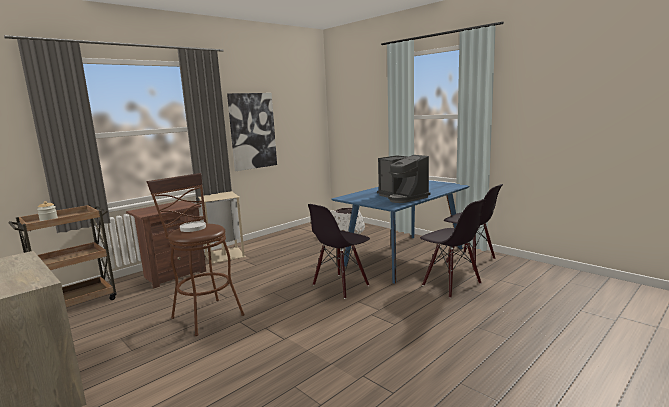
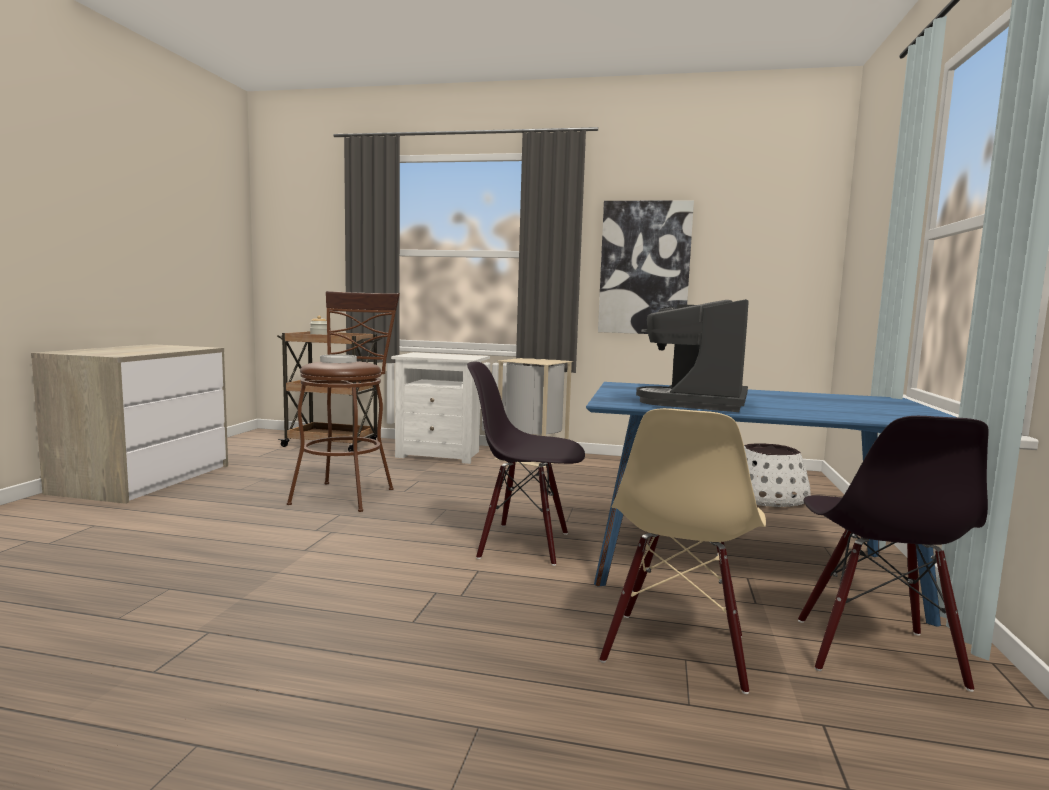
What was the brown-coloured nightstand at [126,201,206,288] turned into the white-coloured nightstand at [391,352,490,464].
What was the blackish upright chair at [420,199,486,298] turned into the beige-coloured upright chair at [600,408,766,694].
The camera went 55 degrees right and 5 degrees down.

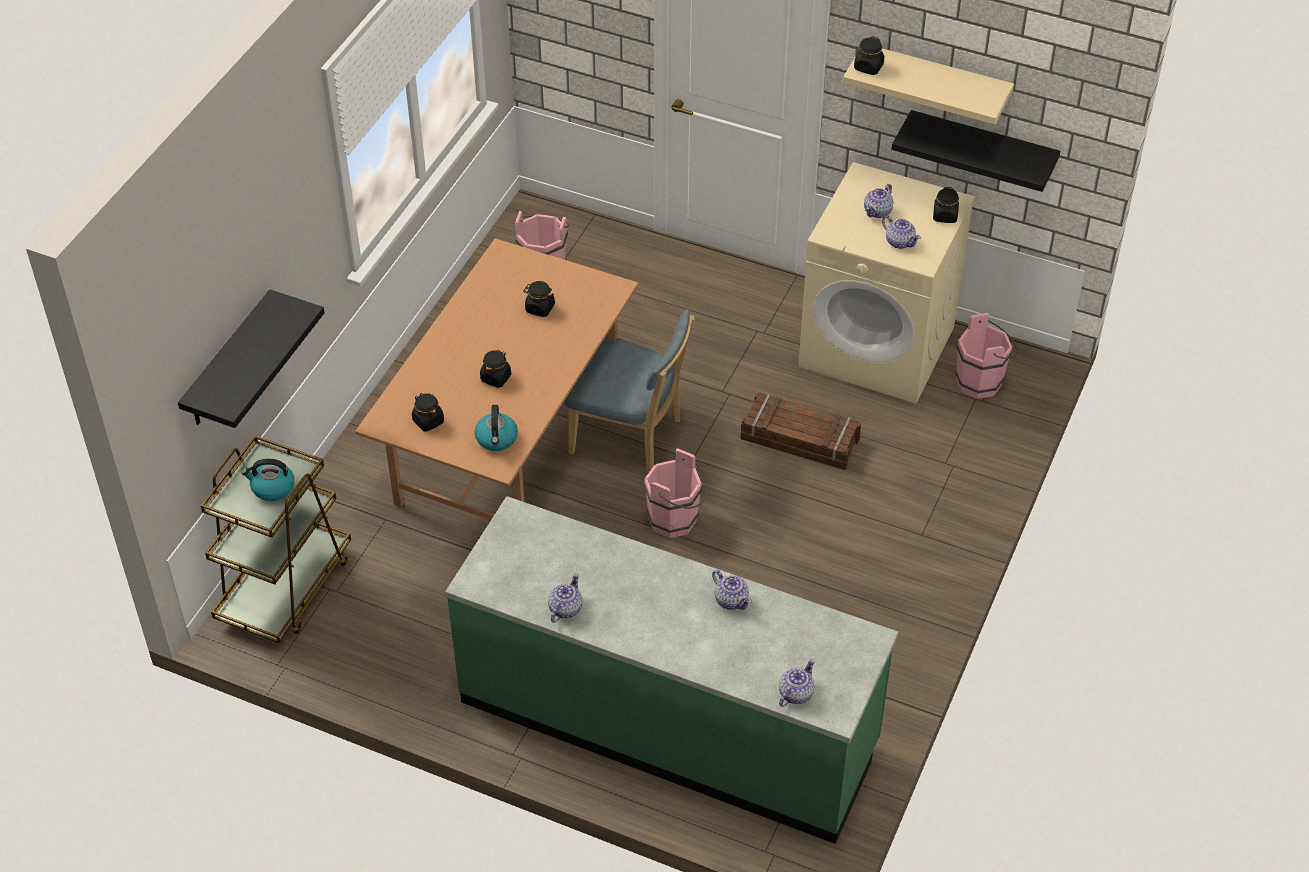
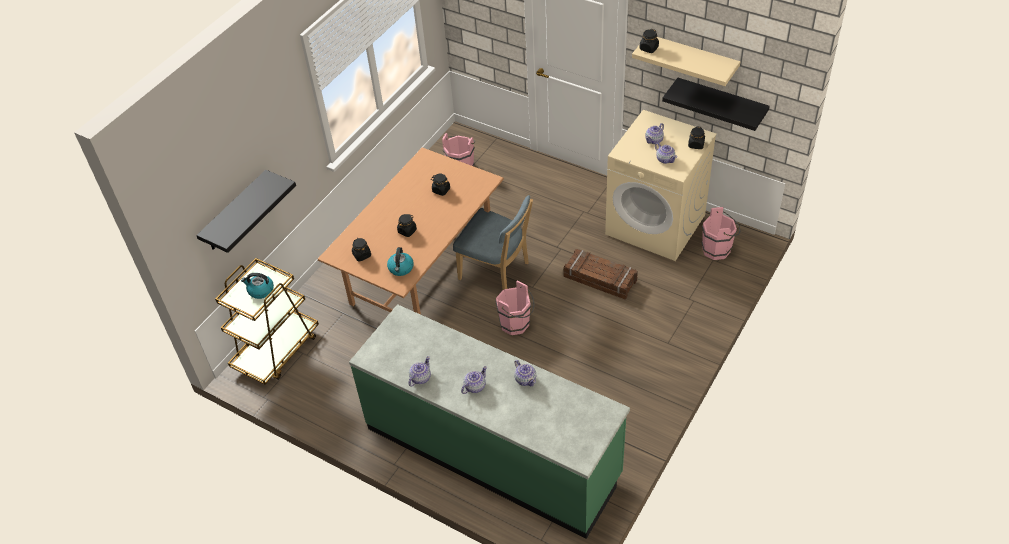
The pot for tea ended up elsewhere, having gone from [779,659,815,707] to [461,366,487,394].
The camera went 10 degrees right and 0 degrees up.

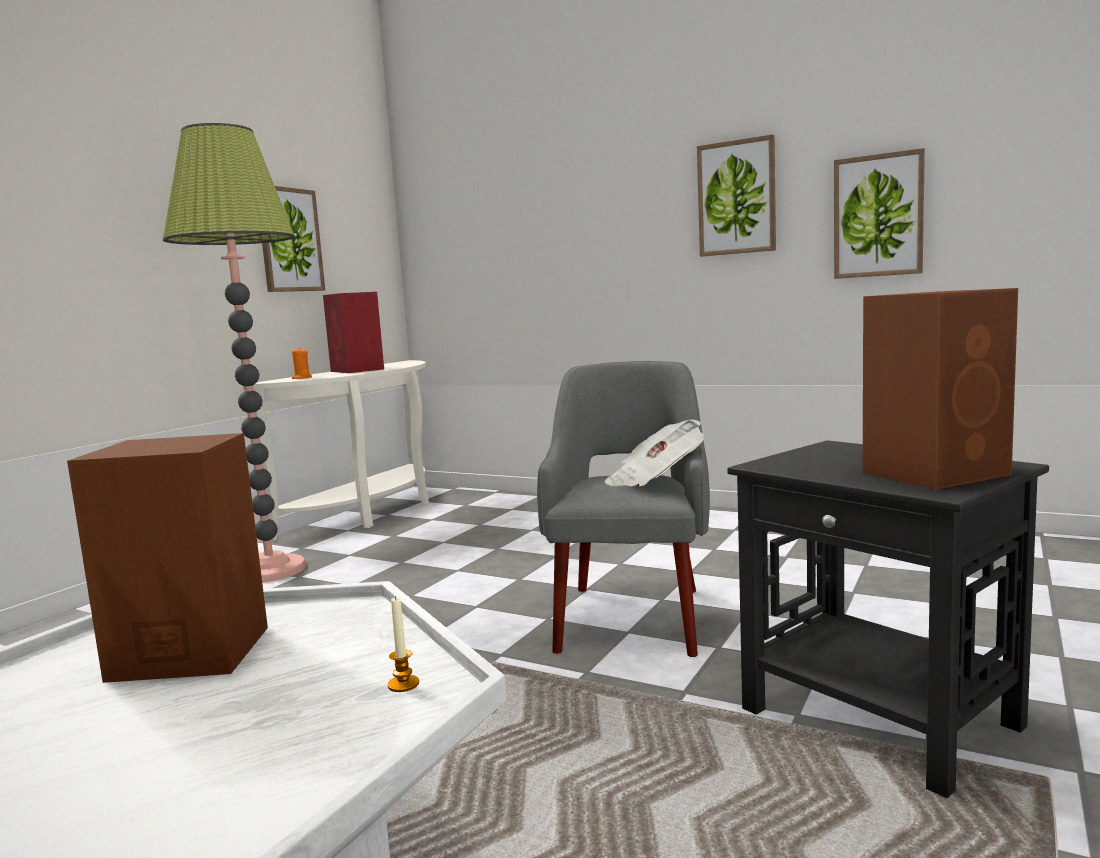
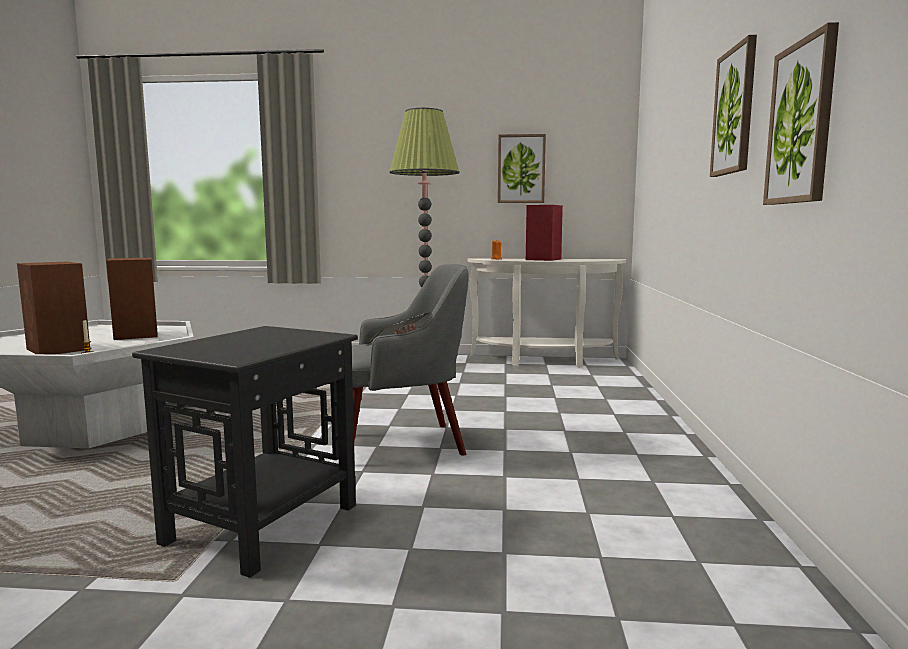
The brown-coloured loudspeaker ended up elsewhere, having gone from [863,288,1018,490] to [17,262,90,355].
The camera went 65 degrees right and 0 degrees up.

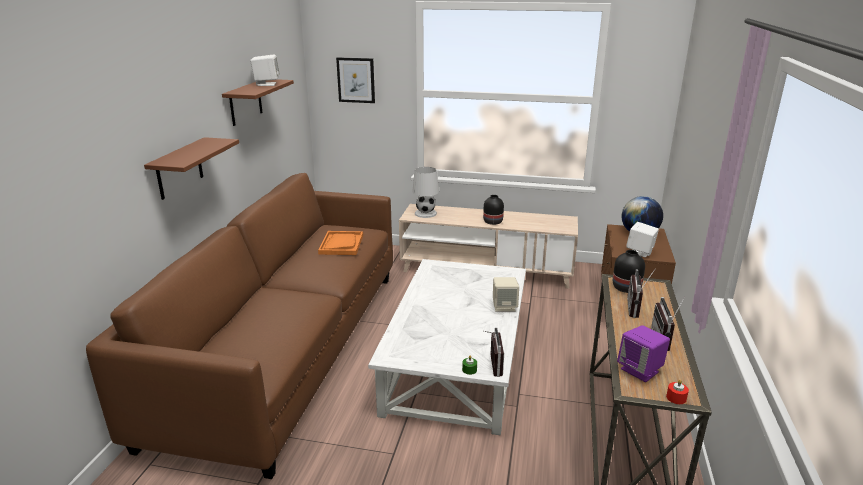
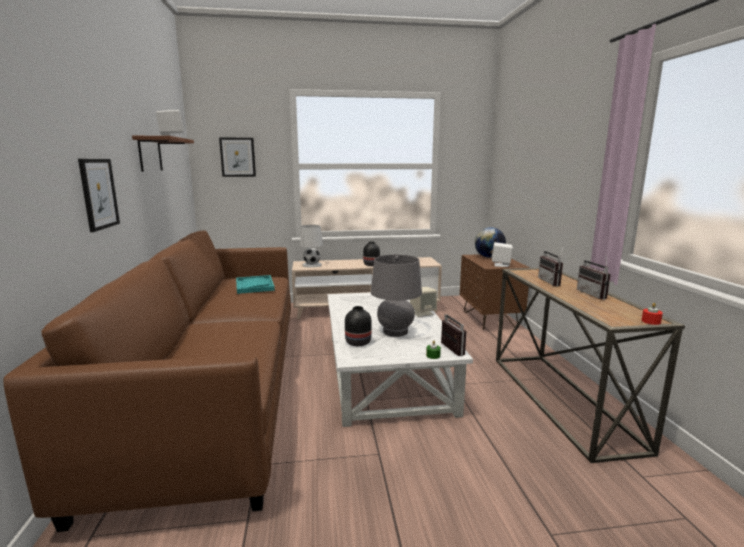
Where the brown-coloured bracket shelf hung at [144,137,239,200], the wall picture came to hang at [78,159,120,232].
What was the orangey carrying tray at [318,231,363,255] turned into the turquoise-coloured carrying tray at [236,275,275,294].
The blackish decorative vase ended up elsewhere, having gone from [613,250,645,293] to [345,306,372,346].
The second view gained the greyish lamp for a table at [371,255,422,337].
The second view lost the purple loudspeaker at [617,325,670,382].
The camera went 20 degrees left and 10 degrees down.

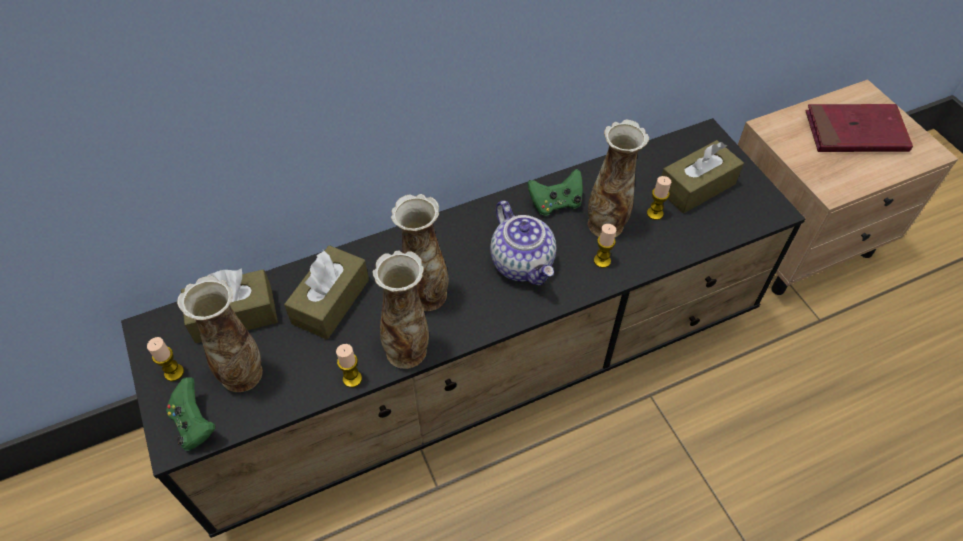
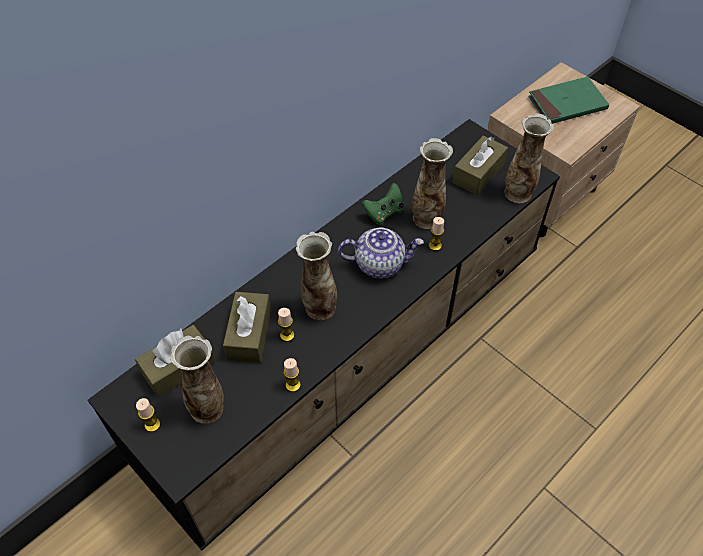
The wax candle ended up elsewhere, having gone from [647,176,671,220] to [278,308,294,342].
The pot for tea at [490,201,556,285] ended up facing another way, 45 degrees counterclockwise from before.
The decorative vase ended up elsewhere, having gone from [372,250,429,369] to [504,113,554,203].
What was the red-coloured volume at [806,104,913,152] turned into the green-coloured volume at [528,77,609,124].
The second view lost the green-coloured game controller at [166,378,216,451].
The camera went 20 degrees left and 0 degrees up.

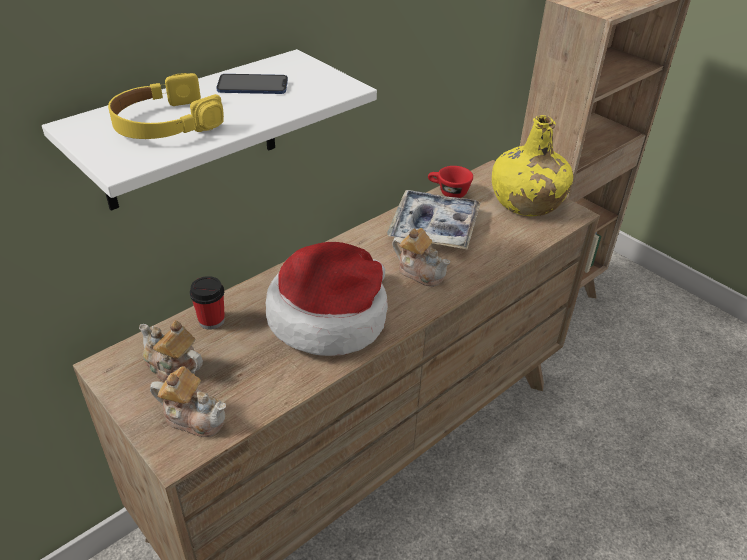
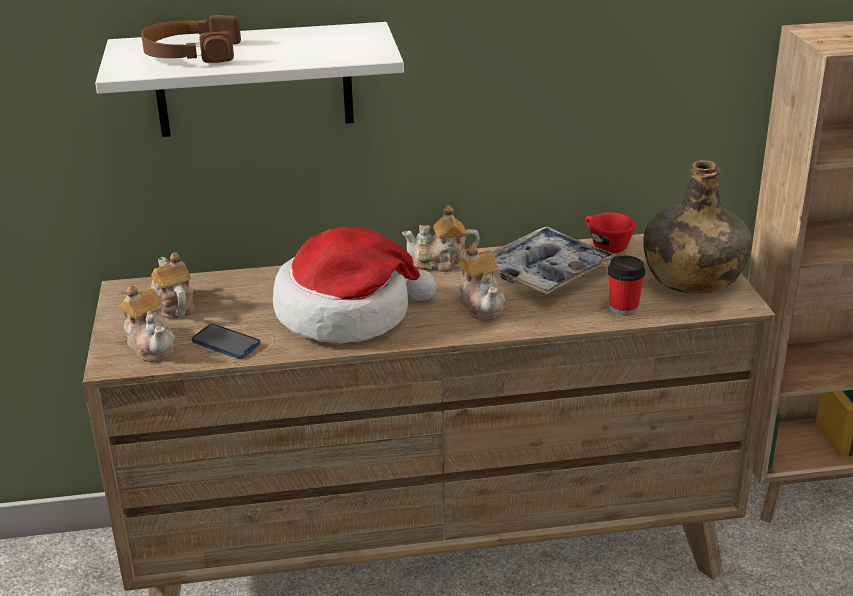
What was the yellow-coloured headset at [108,73,224,139] turned into the brown-coloured headset at [141,14,241,63].
The handset ended up elsewhere, having gone from [216,74,288,94] to [192,324,260,359].
The second view gained the pot for tea at [402,205,480,272].
The small cup ended up elsewhere, having gone from [190,276,225,330] to [607,256,645,316].
What was the yellow-coloured bottle at [492,115,573,216] turned into the green-coloured bottle at [643,160,752,294].
The camera went 35 degrees right and 10 degrees down.

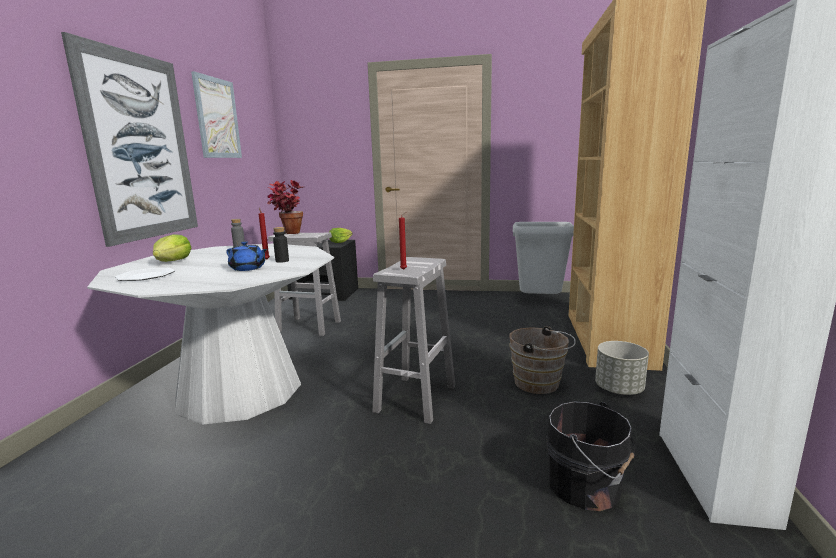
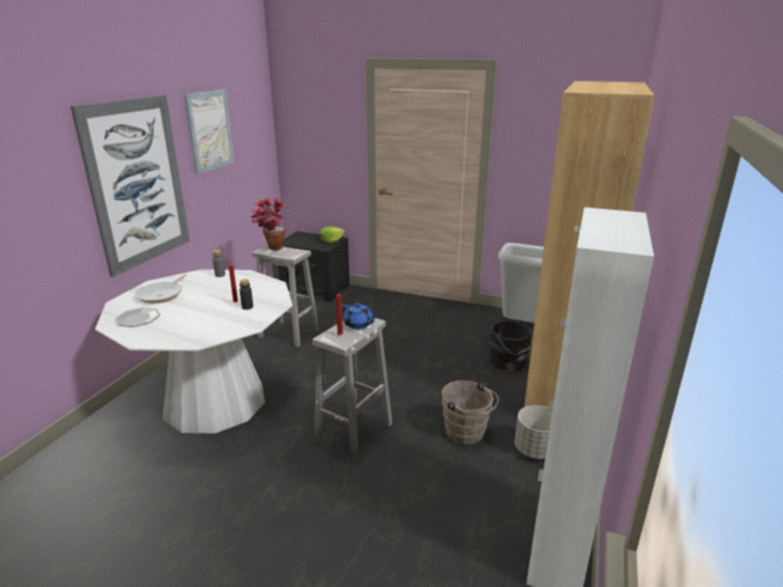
Where the lettuce head stood at [153,234,191,262], the skillet came to stand at [135,274,186,303].
The blue-coloured pot for tea ended up elsewhere, having gone from [226,241,268,271] to [342,303,378,329].
The blackish pail ended up elsewhere, having gone from [546,401,636,511] to [489,321,533,371].
The camera went 10 degrees right and 10 degrees up.

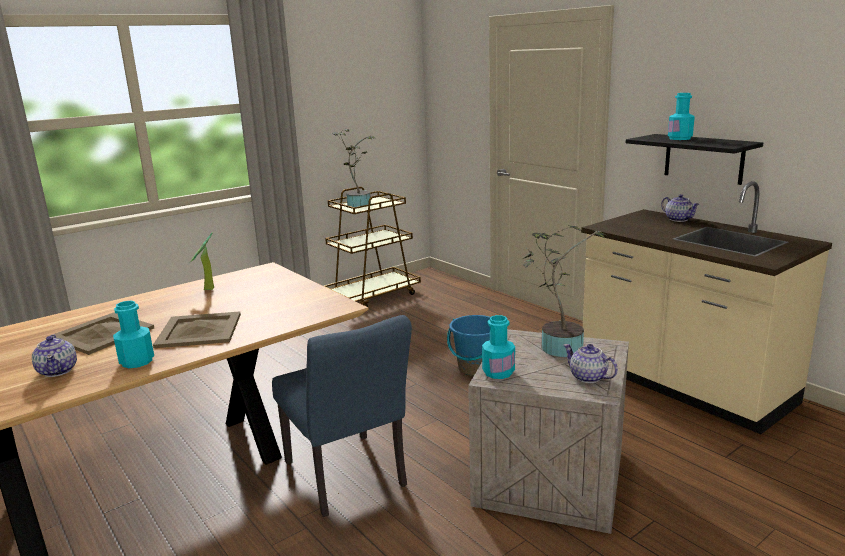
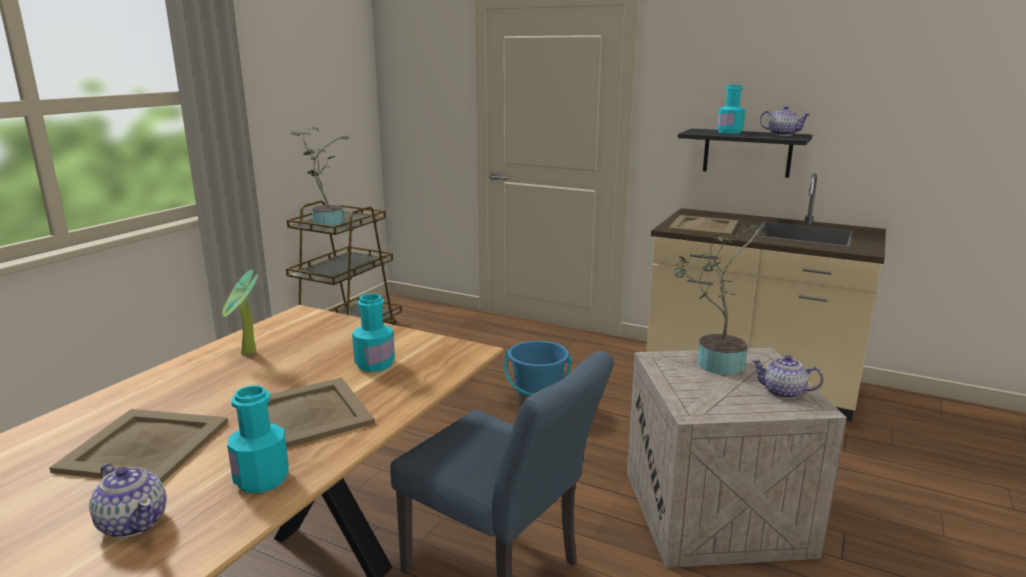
The turquoise-coloured bottle ended up elsewhere, having gone from [482,315,515,379] to [352,294,395,372].
The second view gained the beige-coloured carrying tray at [668,215,738,237].
The pot for tea ended up elsewhere, having gone from [661,194,700,222] to [760,106,811,136].
The camera went 25 degrees left and 0 degrees up.

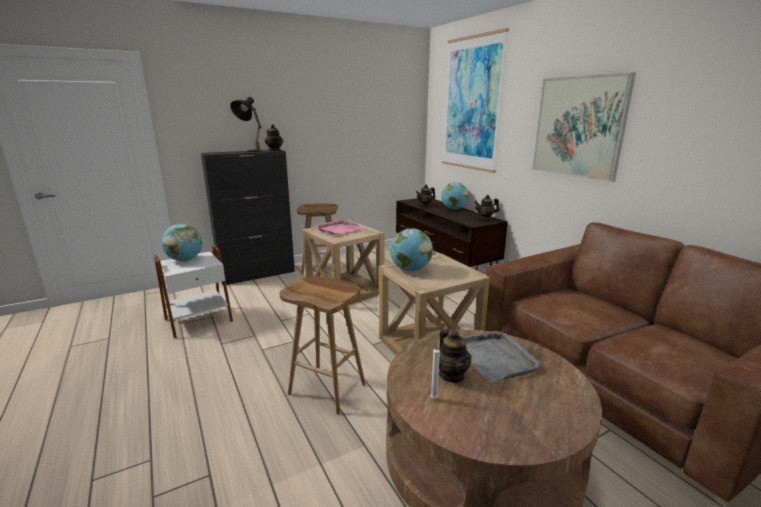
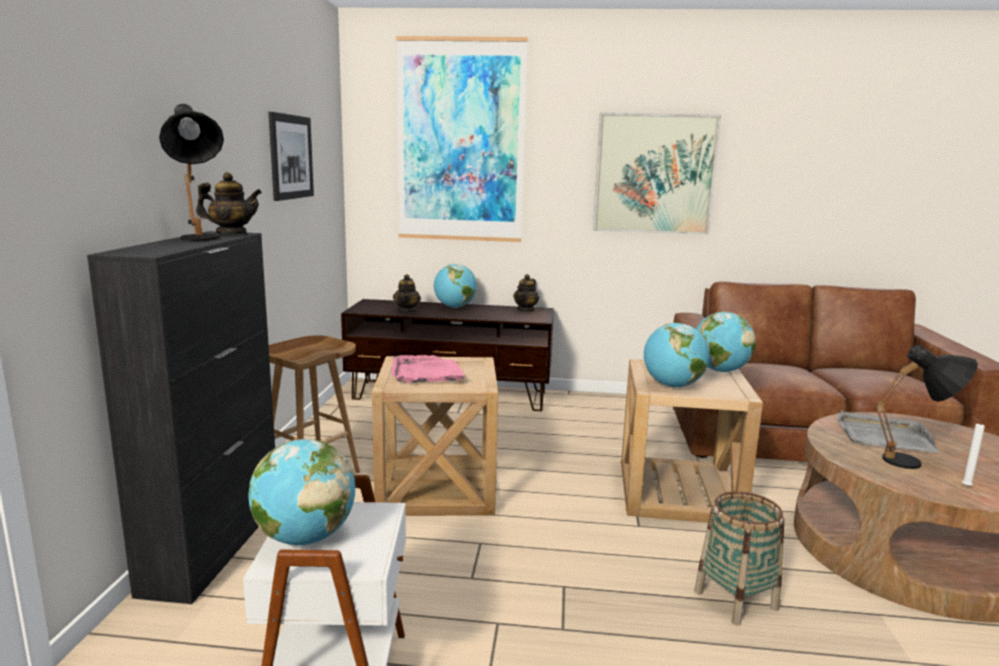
The second view gained the wall picture at [268,112,314,201].
Where the brown-coloured stool seat stood at [279,276,366,414], the storage basket came to stand at [694,491,784,625].
The second view gained the world globe at [696,312,756,372].
Where the pot for tea stood at [439,329,472,383], the blackish lamp for a table came to stand at [875,345,978,469].
The camera went 55 degrees left and 5 degrees down.

